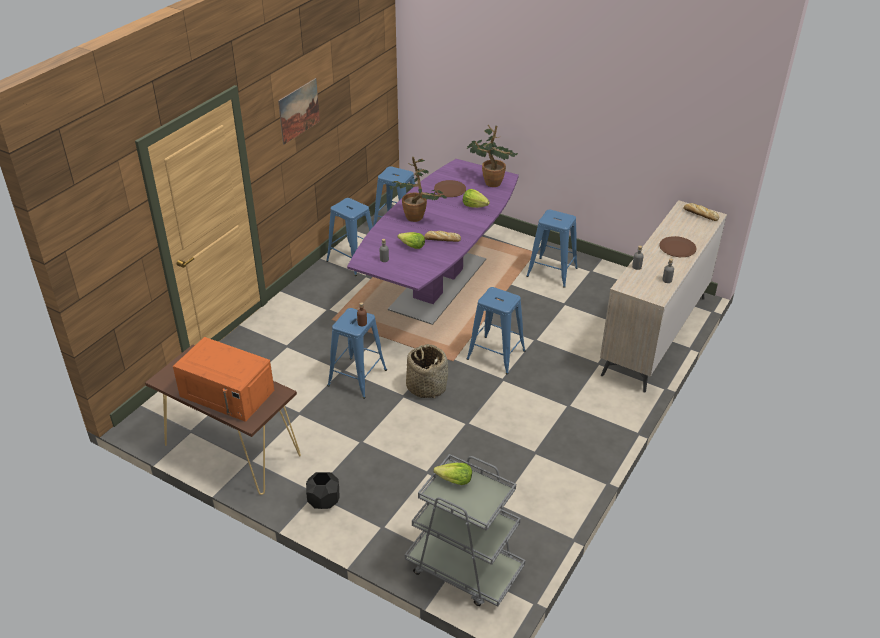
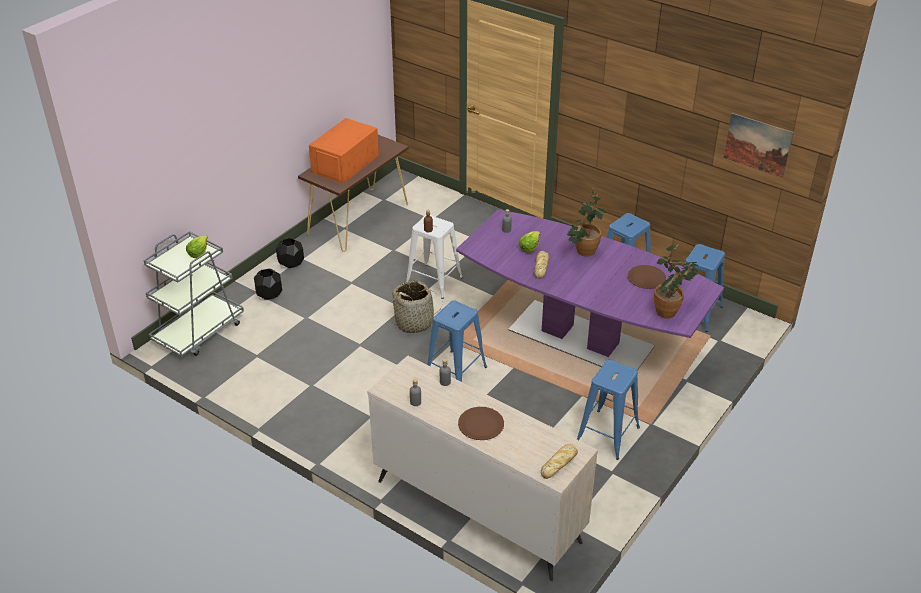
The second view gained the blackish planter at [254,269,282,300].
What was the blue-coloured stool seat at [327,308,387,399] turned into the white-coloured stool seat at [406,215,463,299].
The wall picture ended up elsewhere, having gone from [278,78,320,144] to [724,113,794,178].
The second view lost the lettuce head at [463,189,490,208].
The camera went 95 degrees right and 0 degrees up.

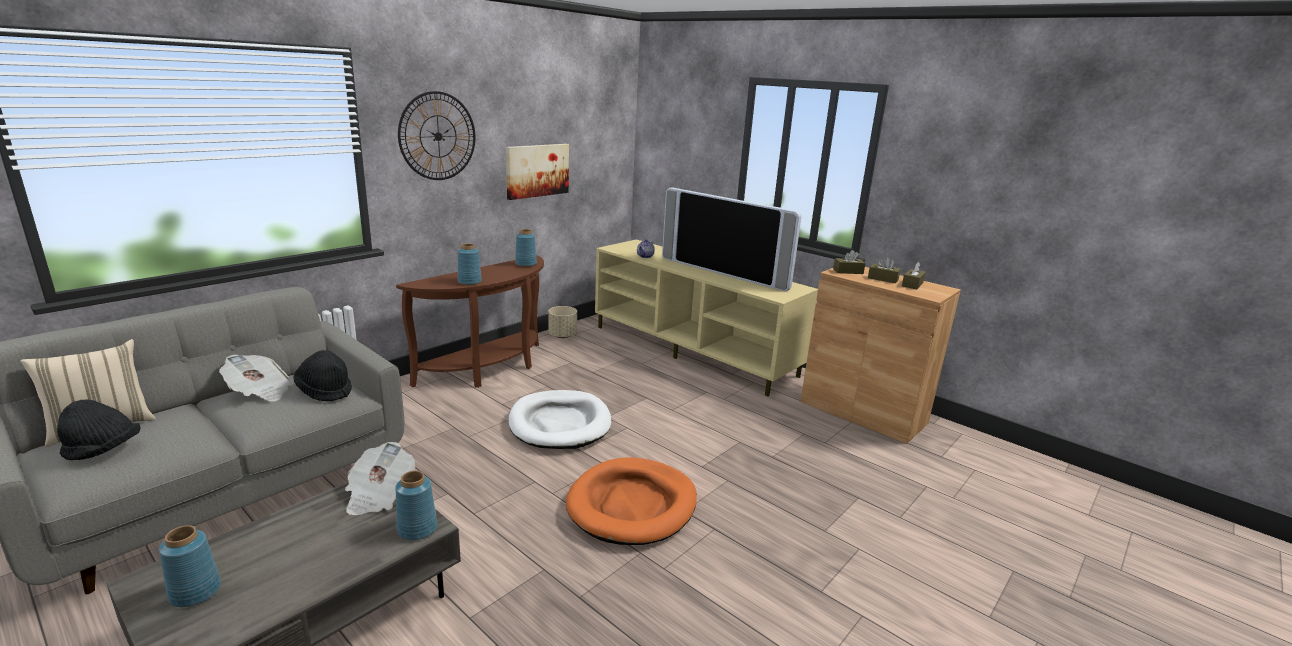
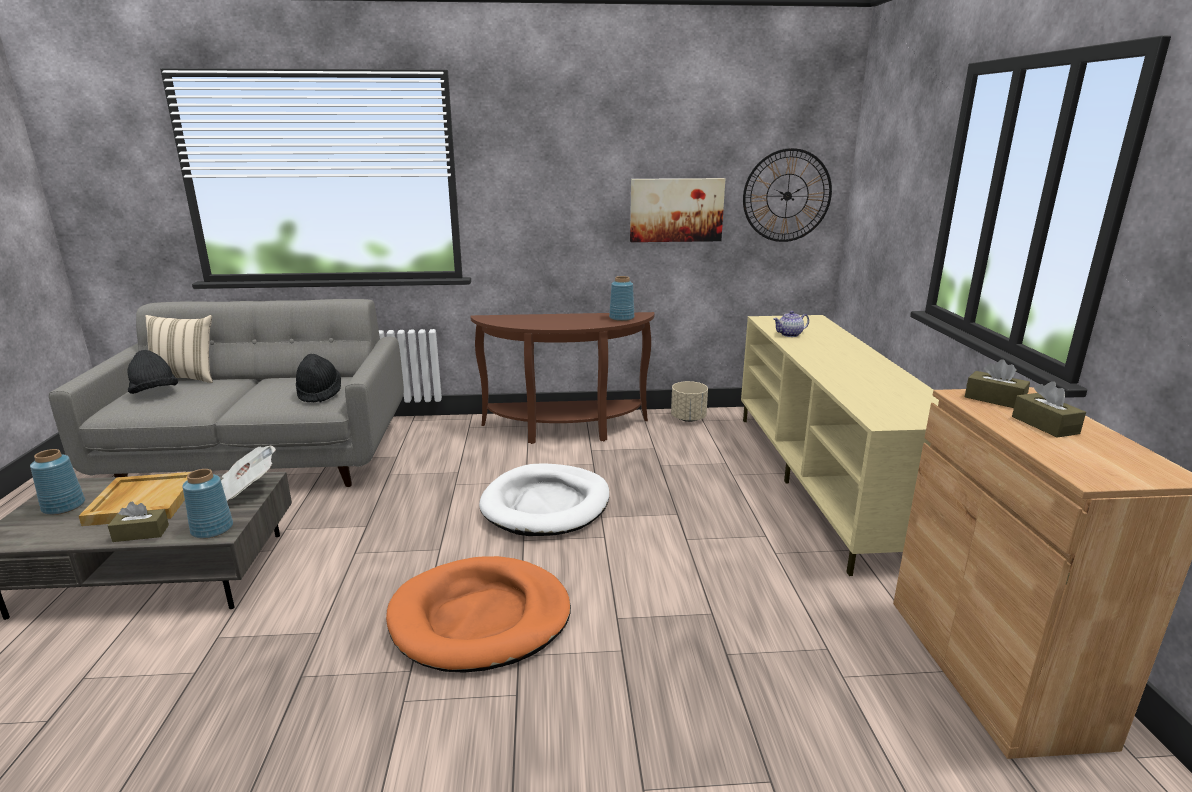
The second view gained the beige-coloured carrying tray at [79,472,190,526].
The brown-coloured tissue box ended up elsewhere, having gone from [902,262,926,289] to [108,502,169,542].
The clock on the wall ended up elsewhere, having gone from [398,91,475,180] to [743,148,832,242].
The second view lost the printed paper at [219,355,293,402].
The second view lost the blue-coloured decorative vase at [457,243,482,285].
The second view lost the TV set at [662,187,801,292].
The camera went 45 degrees right and 0 degrees up.

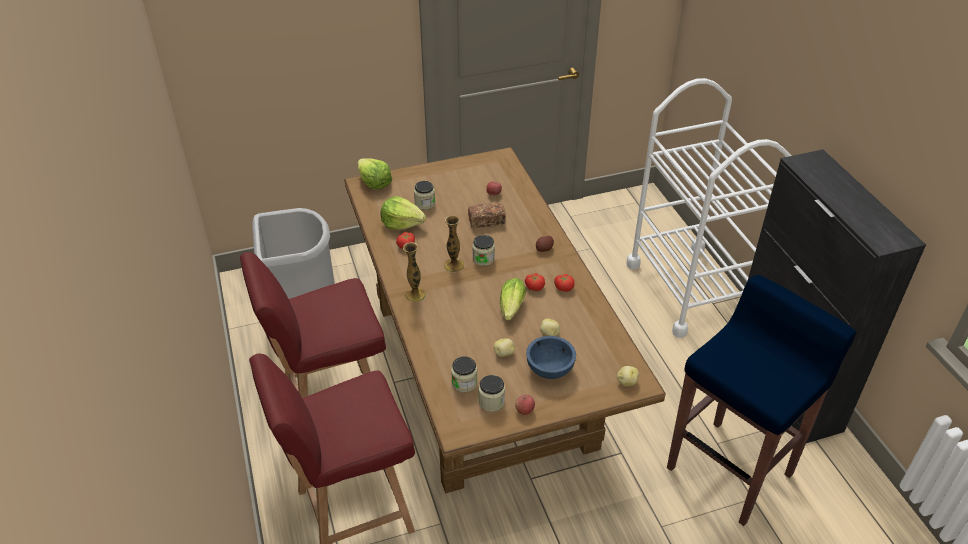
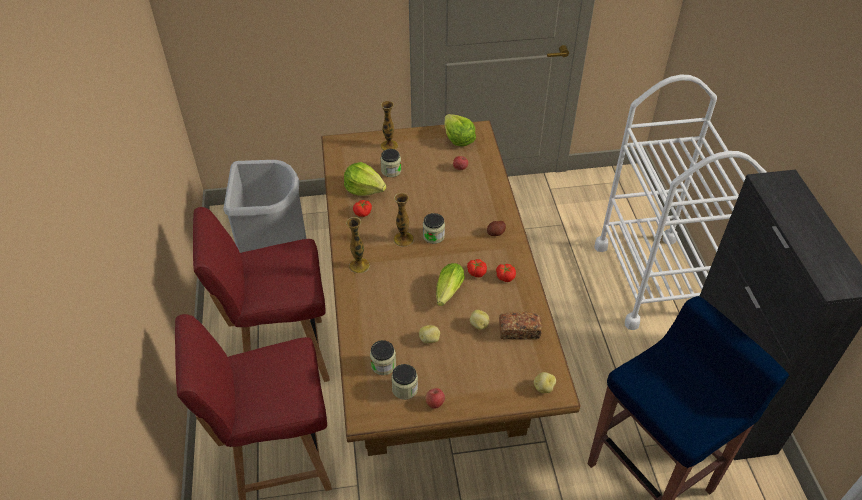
The second view gained the decorative vase at [380,101,399,151].
The lettuce head ended up elsewhere, having gone from [358,158,392,189] to [445,114,476,147].
The bread ended up elsewhere, having gone from [468,203,506,228] to [499,312,542,340].
The second view lost the blue-coloured deep dish at [526,336,576,379].
The camera went 10 degrees right and 5 degrees up.

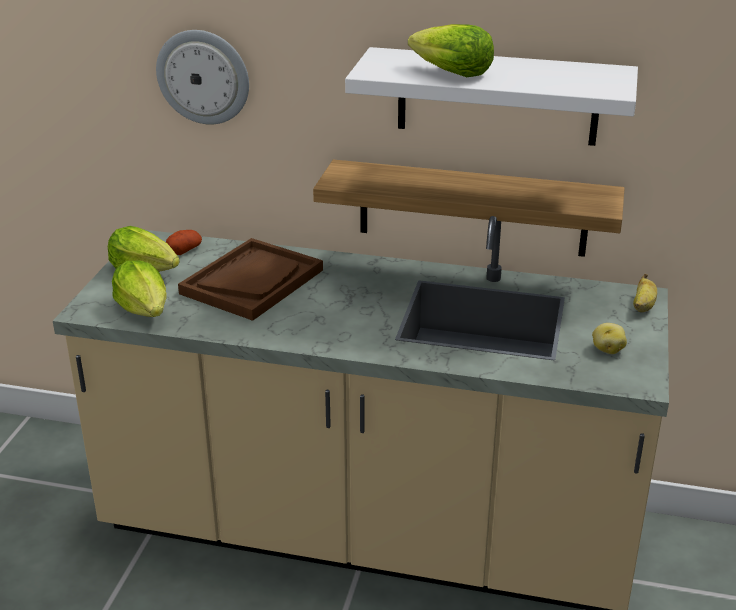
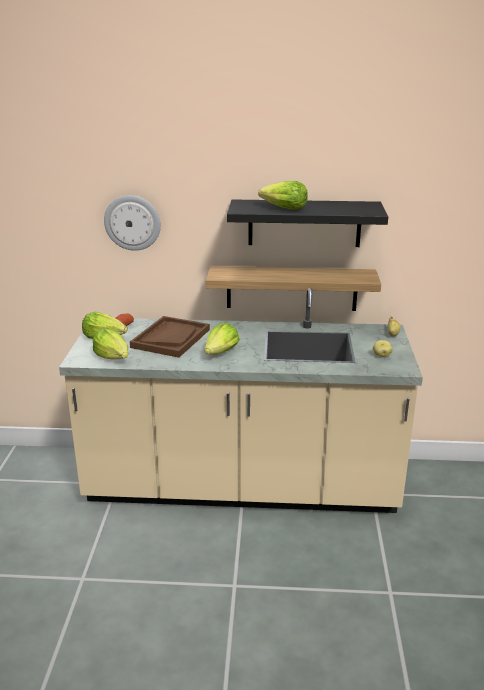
The second view gained the lettuce head at [204,323,240,355].
What was the white-coloured bracket shelf at [345,47,638,146] turned into the blackish bracket shelf at [227,199,388,247].
The camera went 10 degrees left and 5 degrees down.

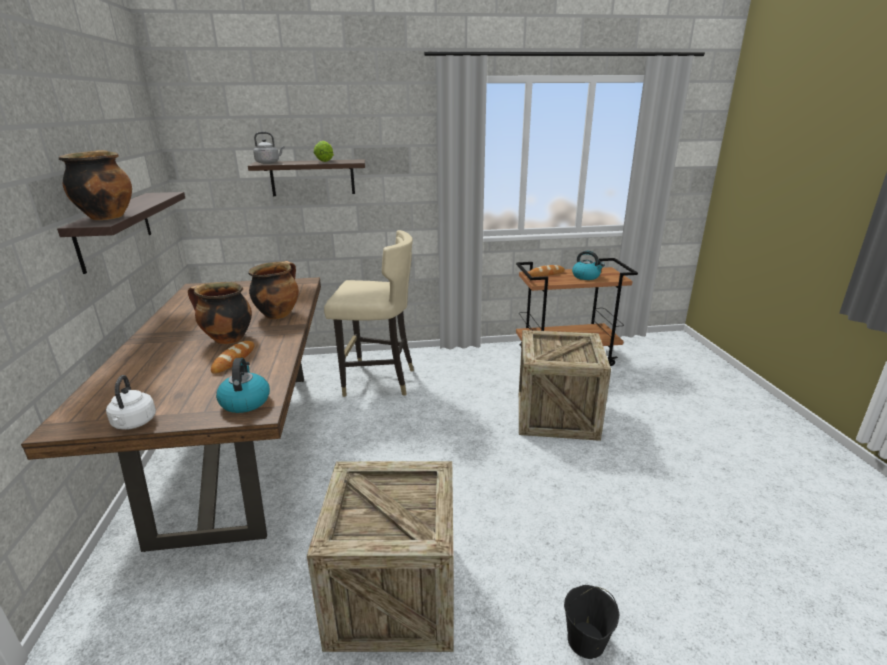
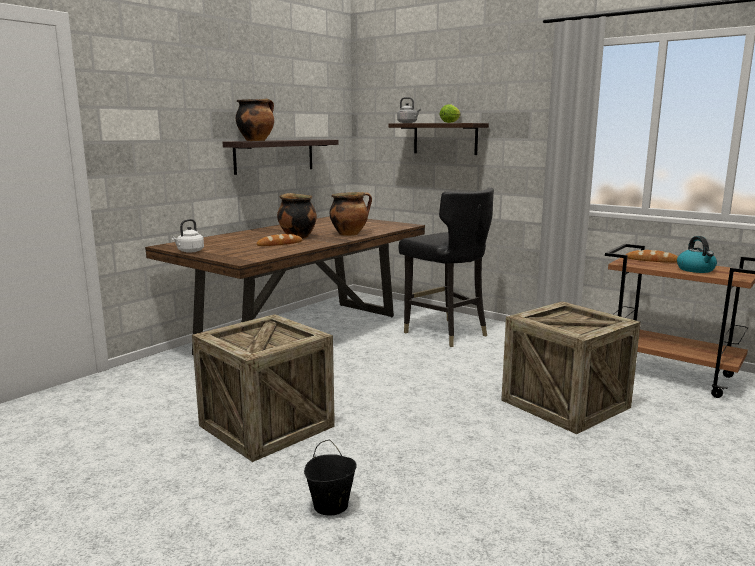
What was the beige-coloured upright chair at [324,230,414,397] turned into the blackish upright chair at [398,187,494,347].
The second view lost the tea kettle at [216,358,270,413].
The camera went 45 degrees right and 10 degrees down.

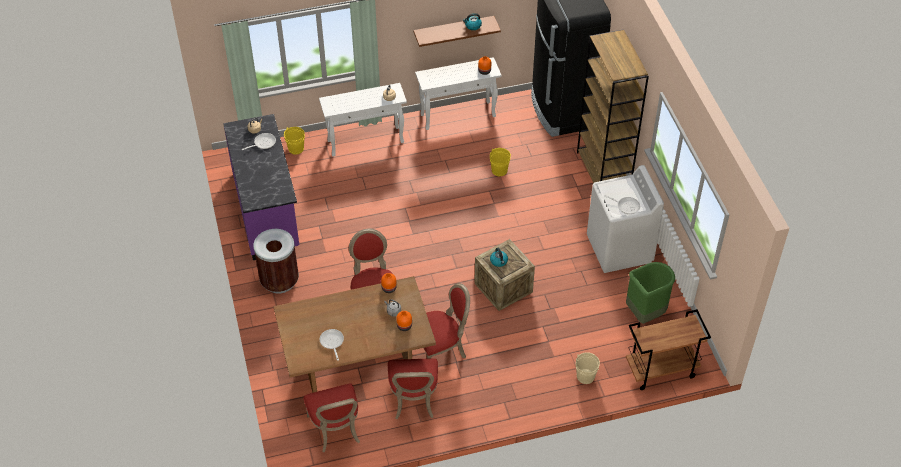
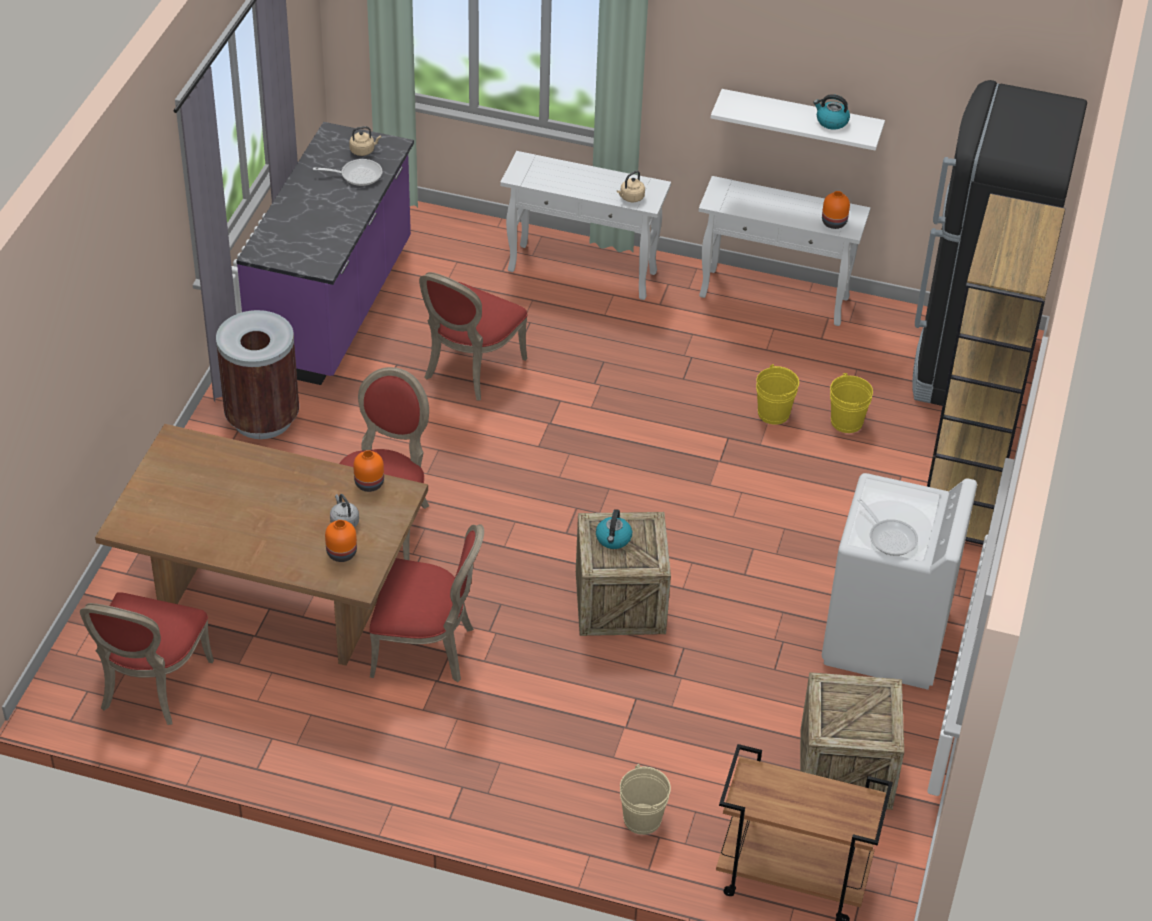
The red-coloured upright chair ended up elsewhere, having gone from [388,358,438,419] to [419,272,528,400].
What was the brown-coloured bracket shelf at [413,16,501,47] turned into the white-coloured bracket shelf at [711,89,885,151].
Where the green-coloured trash can stood at [626,262,675,324], the crate came to stand at [800,672,904,810].
The yellow-coloured pail ended up elsewhere, having gone from [284,127,305,155] to [830,373,873,433].
The second view lost the skillet at [320,329,344,361].
The camera went 30 degrees right and 5 degrees down.

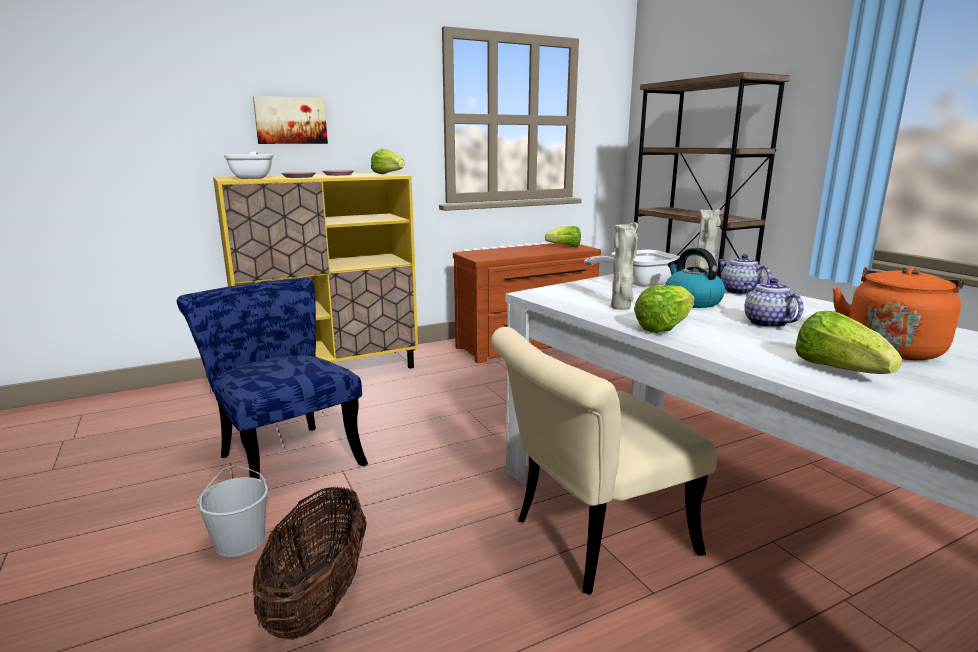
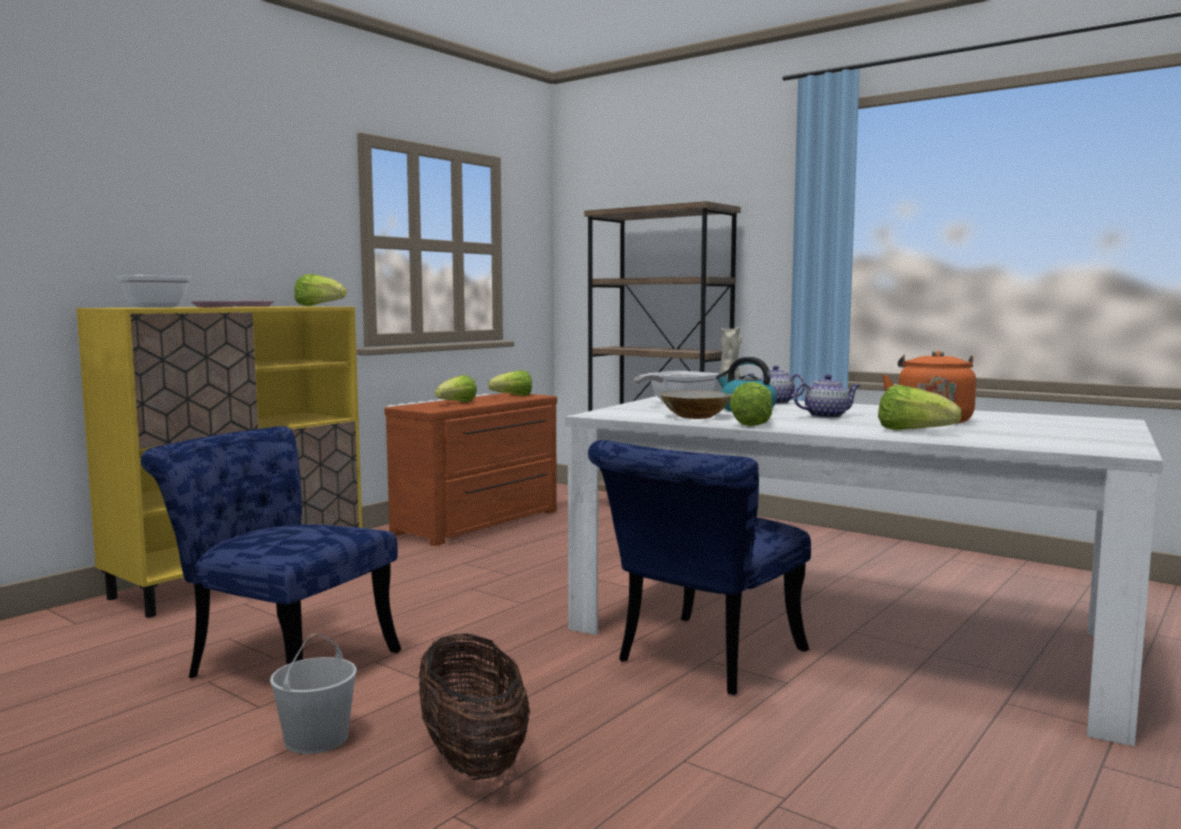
The second view gained the lettuce head at [435,375,477,402].
What was the beige-coloured upright chair at [491,327,717,595] turned into the blue-coloured upright chair at [588,440,811,695].
Where the beige-coloured decorative vase stood at [611,222,638,310], the deep dish came to stand at [660,391,732,419].
The pot for tea at [744,278,804,328] ended up facing another way, 120 degrees clockwise from before.
The second view lost the wall picture at [253,96,328,144].
The camera went 25 degrees left and 10 degrees down.

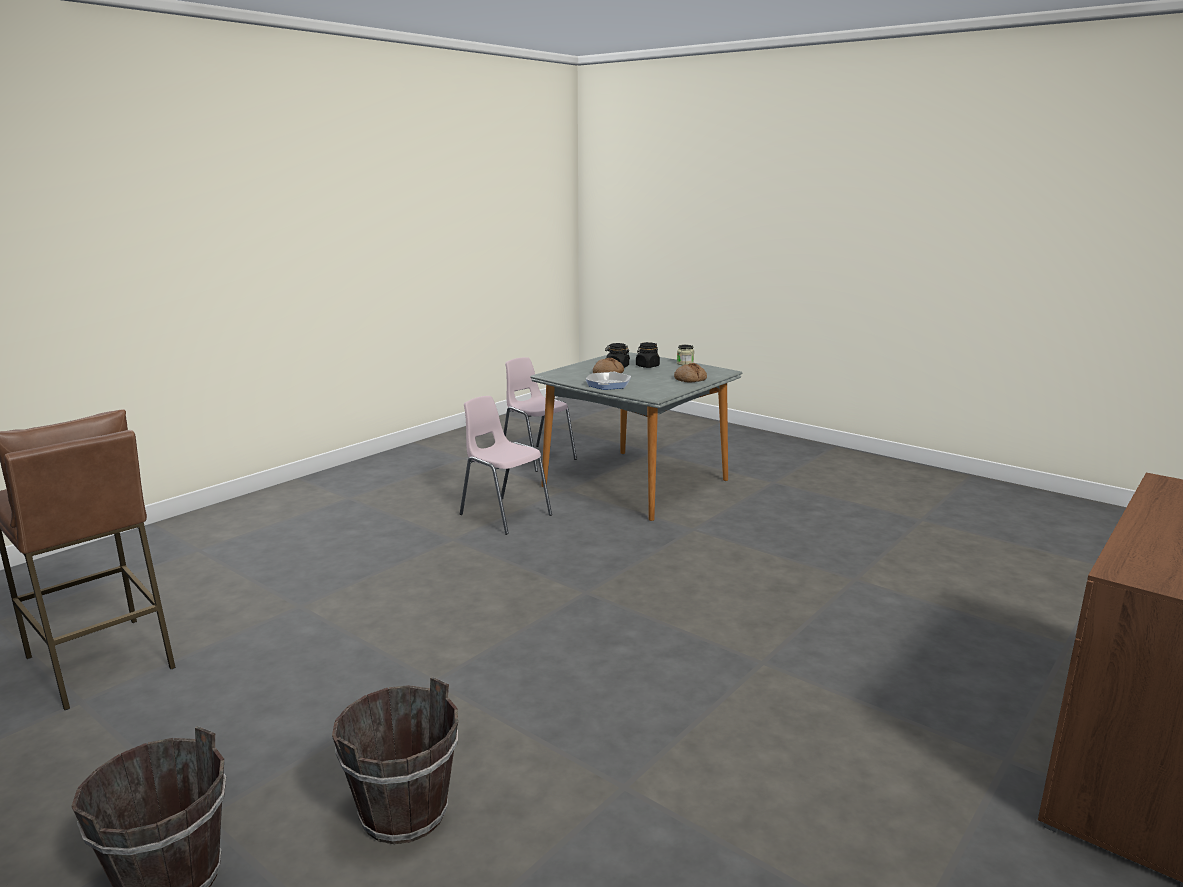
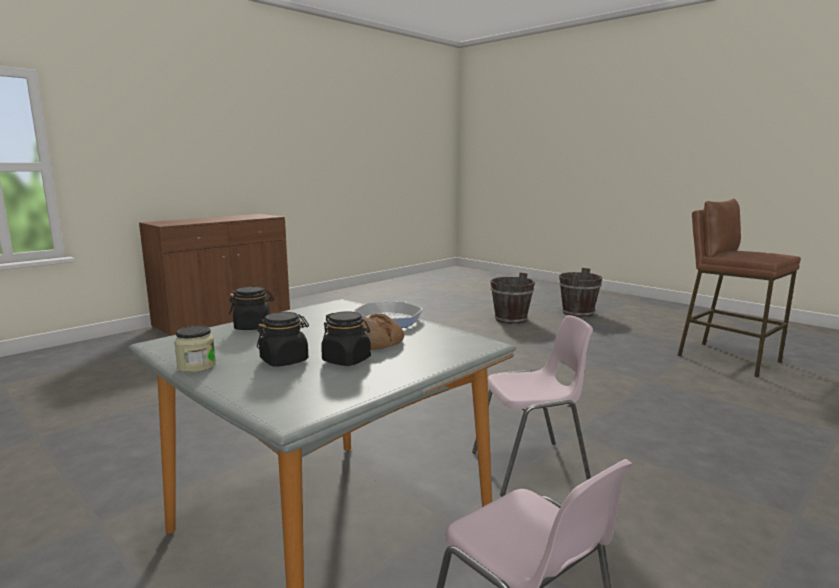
Where the bread stood at [674,363,707,382], the blackish storage jar came to stand at [229,287,274,330].
The pink-coloured upright chair at [460,396,552,535] ended up facing another way, 60 degrees counterclockwise from before.
The camera went 175 degrees left and 5 degrees down.

